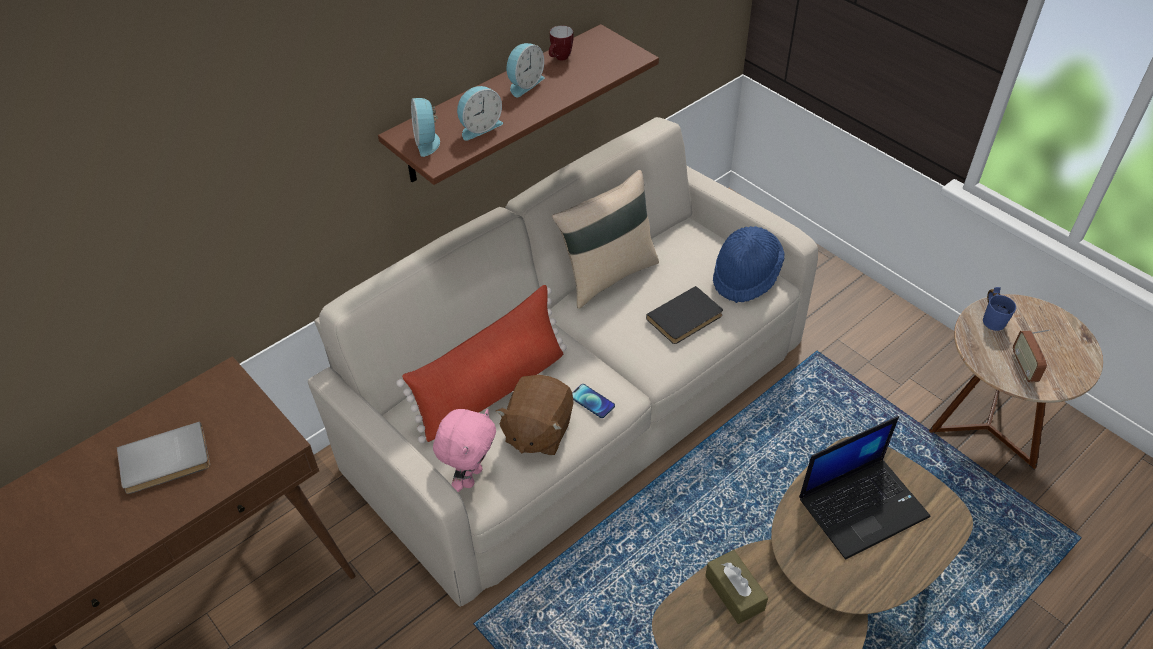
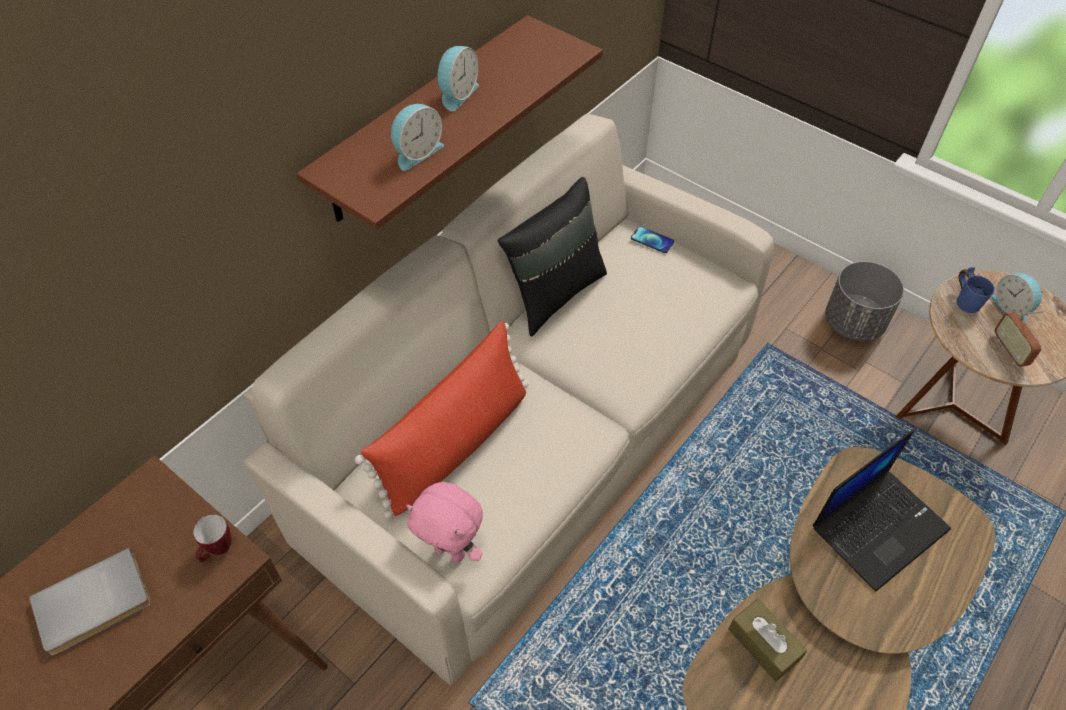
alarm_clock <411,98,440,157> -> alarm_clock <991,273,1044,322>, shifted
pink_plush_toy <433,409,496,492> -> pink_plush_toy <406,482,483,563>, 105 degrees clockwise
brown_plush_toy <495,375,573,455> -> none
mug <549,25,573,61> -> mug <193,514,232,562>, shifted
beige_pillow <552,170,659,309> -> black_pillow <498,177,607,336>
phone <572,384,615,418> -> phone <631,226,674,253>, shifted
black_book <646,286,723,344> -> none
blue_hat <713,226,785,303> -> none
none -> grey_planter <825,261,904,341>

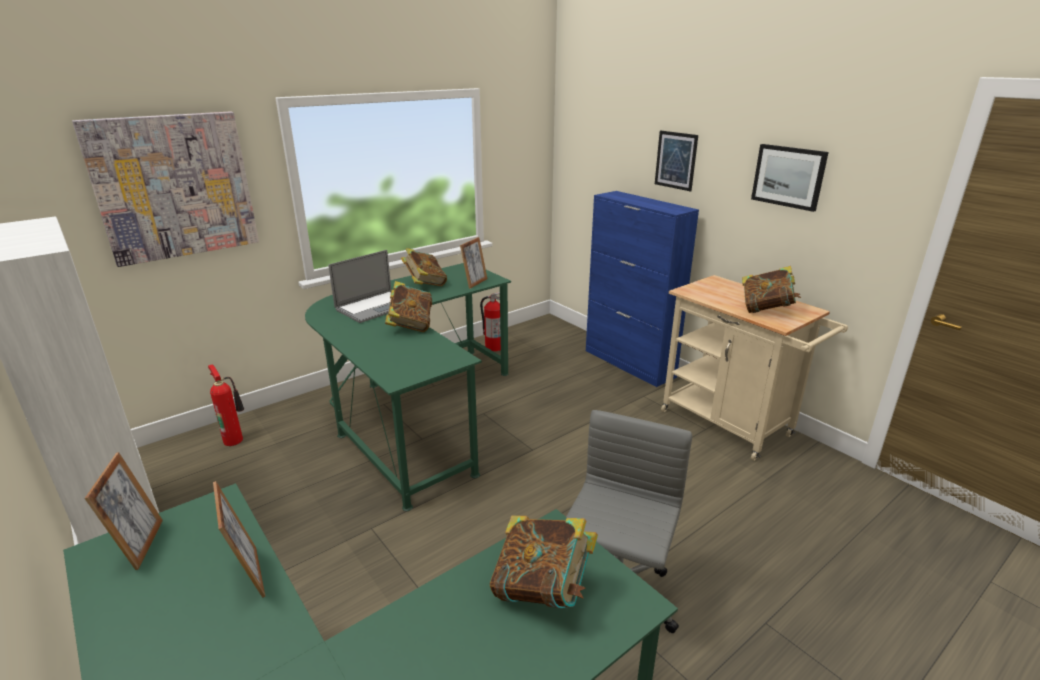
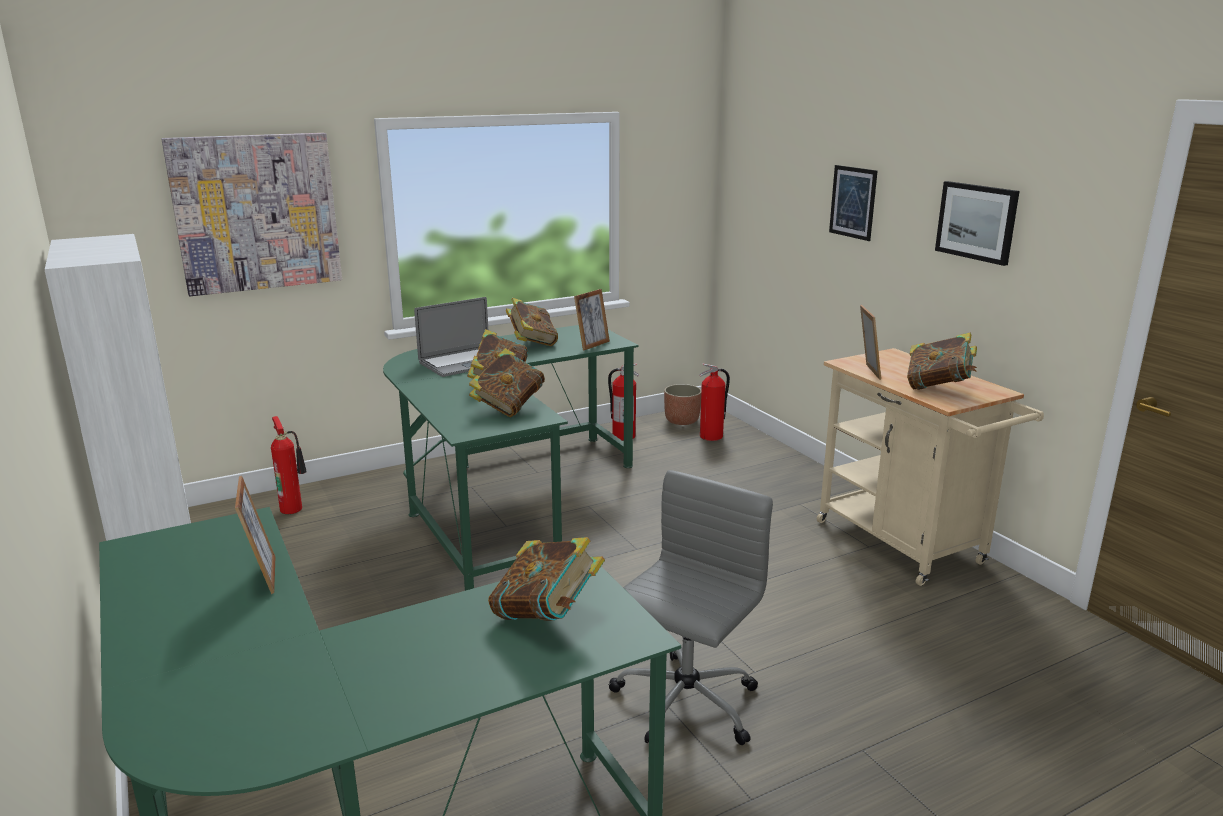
picture_frame <85,452,163,570> -> picture_frame <860,305,881,380>, shifted
blue_cabinet <586,191,699,387> -> none
none -> book <469,348,545,417>
none -> planter <664,384,701,425>
none -> fire_extinguisher <700,363,730,441>

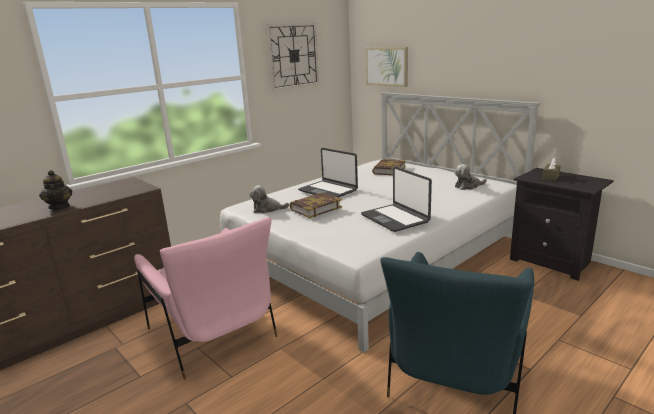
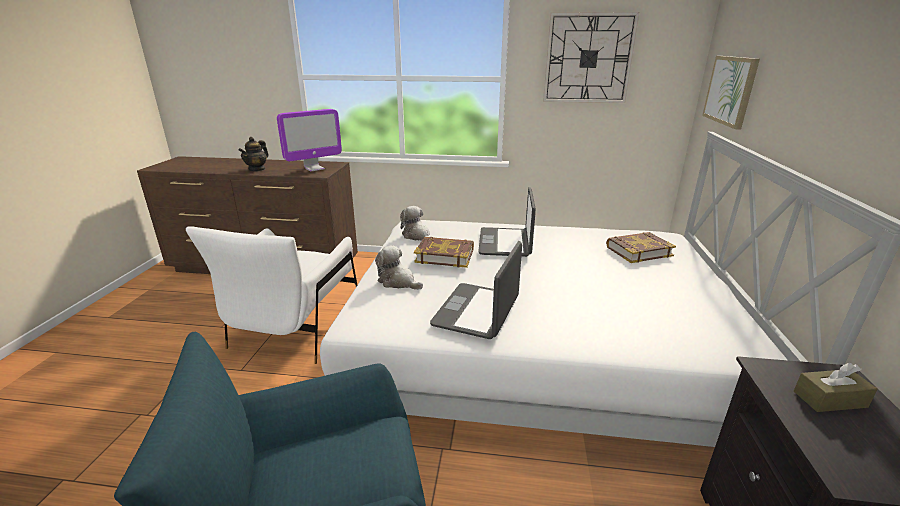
pink_armchair <134,217,277,380> -> white_armchair <186,226,357,364>
plush_toy <455,164,487,190> -> plush_toy <375,246,423,290>, shifted
none -> monitor <277,109,342,171>

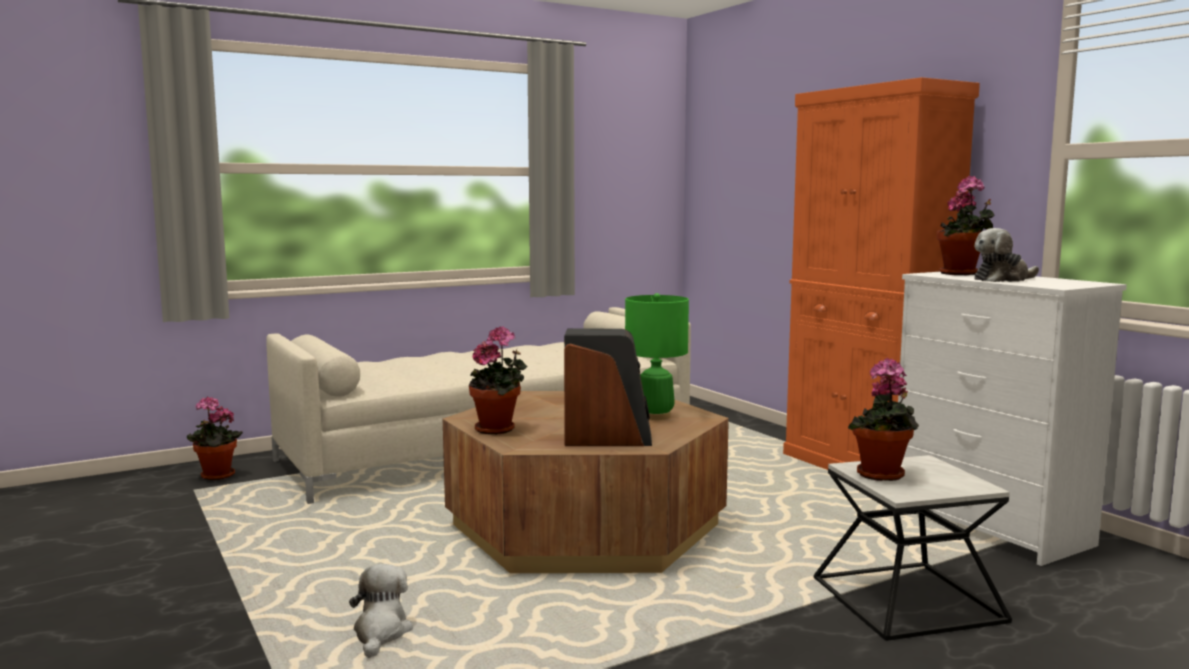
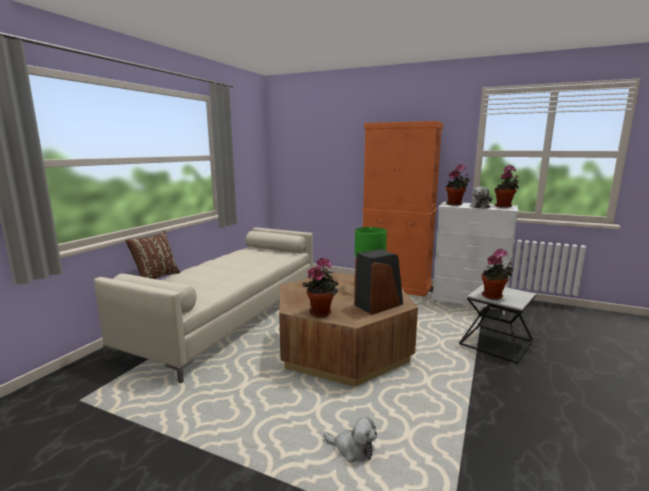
potted_plant <187,396,243,480> -> potted_plant <494,165,519,208>, shifted
plush_toy <349,564,413,658> -> plush_toy <324,417,377,463>, 150 degrees clockwise
none -> brown_pillow <125,231,180,279>

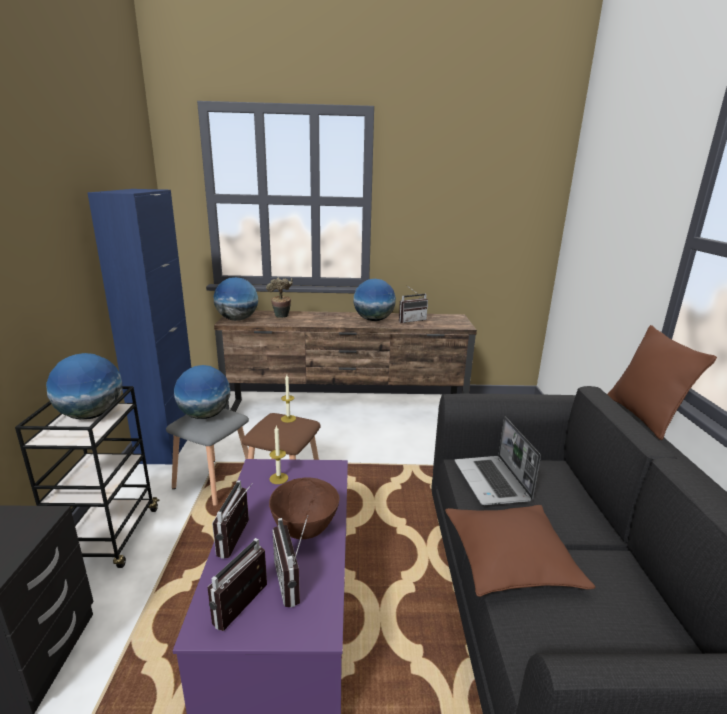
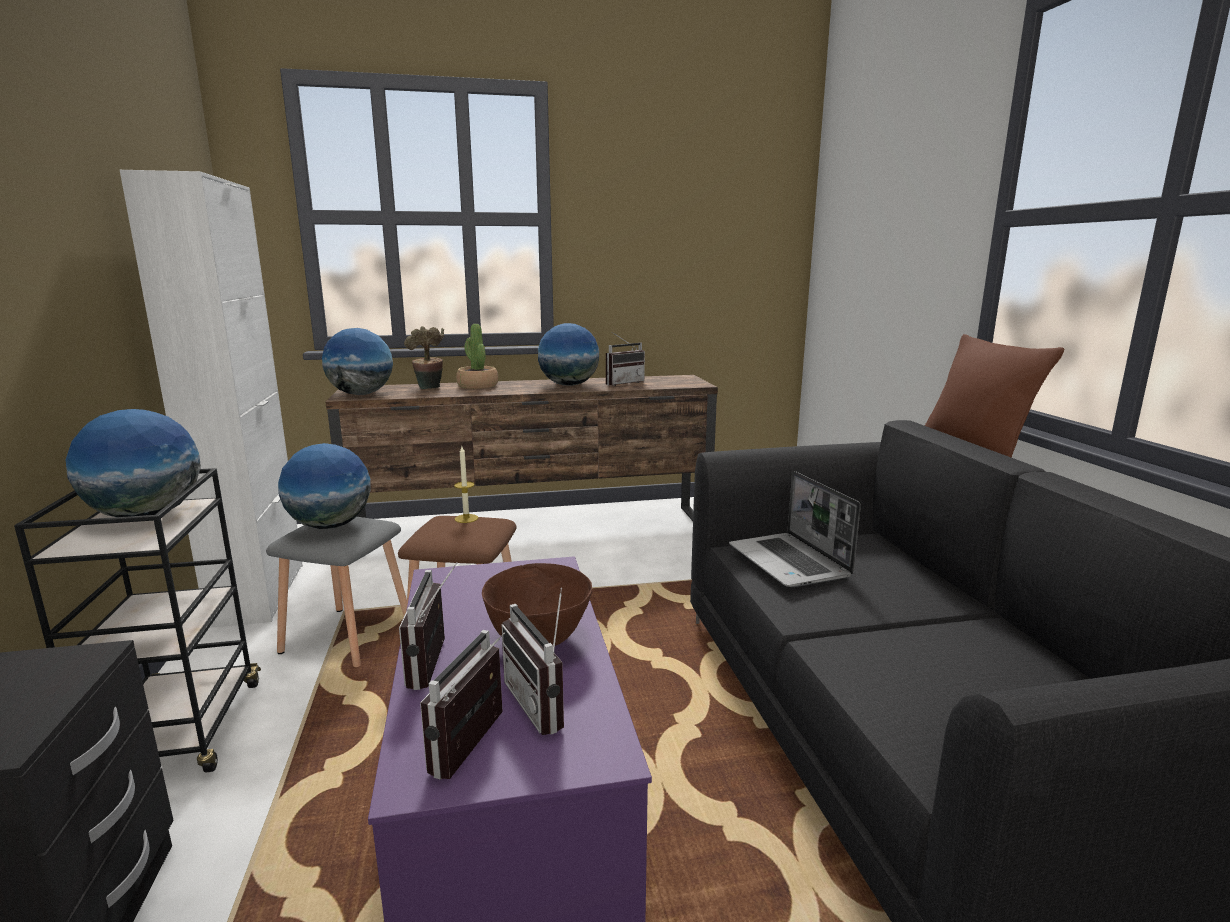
blue_cabinet <87,189,191,464> -> white_cabinet <120,170,303,628>
candle <269,426,288,484> -> none
brown_pillow <445,505,596,597> -> none
none -> potted_plant <456,324,498,389>

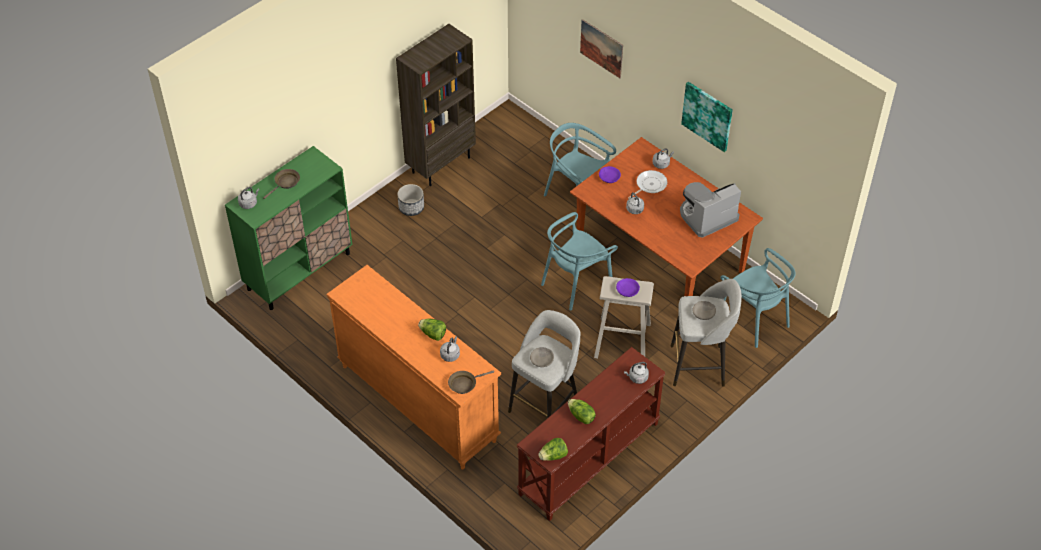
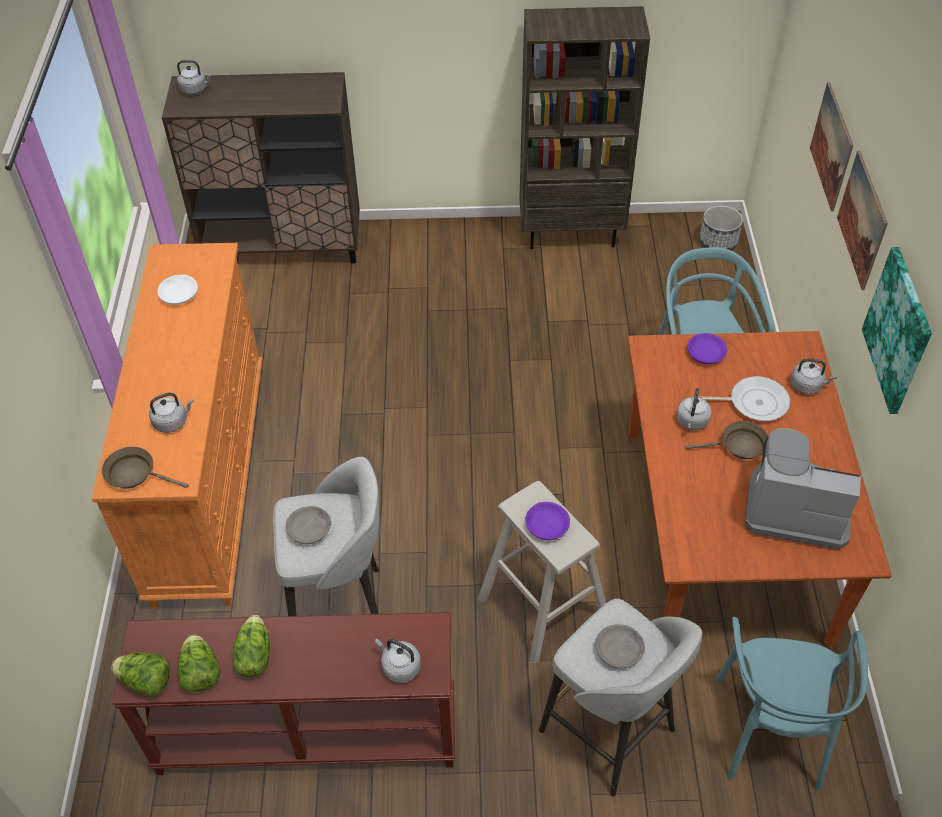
green_cabinet <225,146,352,310> -> brown_cabinet <162,72,360,264>
brown_frying_pan <263,169,300,199> -> brown_frying_pan <685,421,768,459>, shifted
planter <397,184,424,216> -> planter <699,205,743,250>, shifted
lettuce <418,319,446,341> -> lettuce <177,635,220,692>, shifted
turquoise_chair <541,212,618,310> -> none
none -> white_bowl <157,274,198,305>
none -> picture <837,151,888,290>

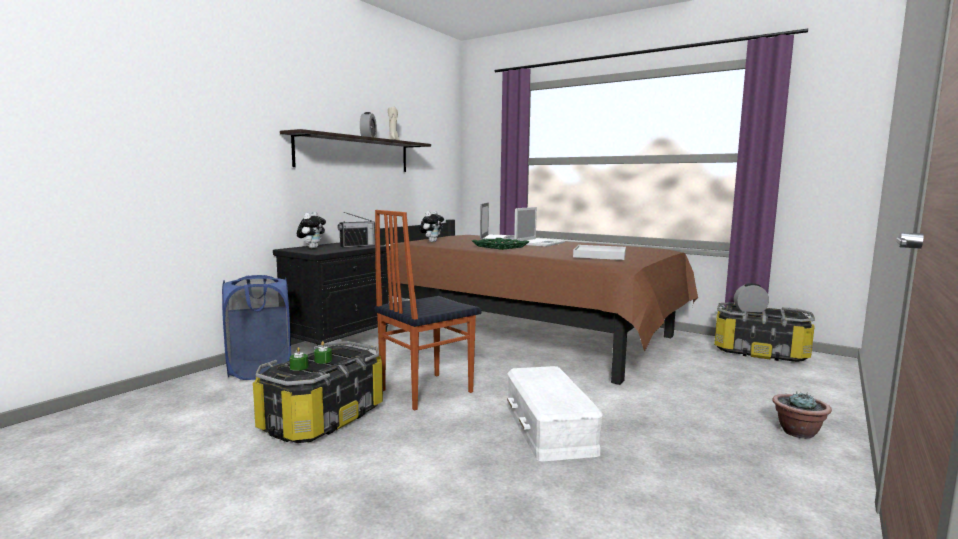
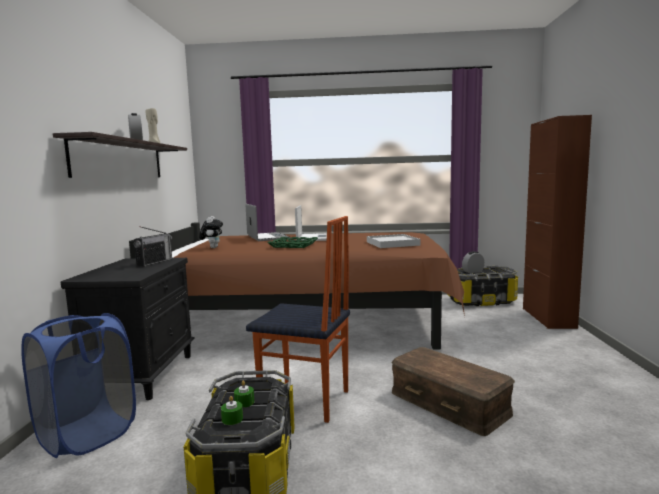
plush_toy <297,212,326,249> -> none
chair <375,210,481,411> -> chair <246,216,350,423>, 90 degrees counterclockwise
white_storage_box <507,366,603,462> -> brown_storage_box <391,347,515,436>
potted_plant <772,391,832,439> -> none
none -> brown_cabinet <523,115,592,329>

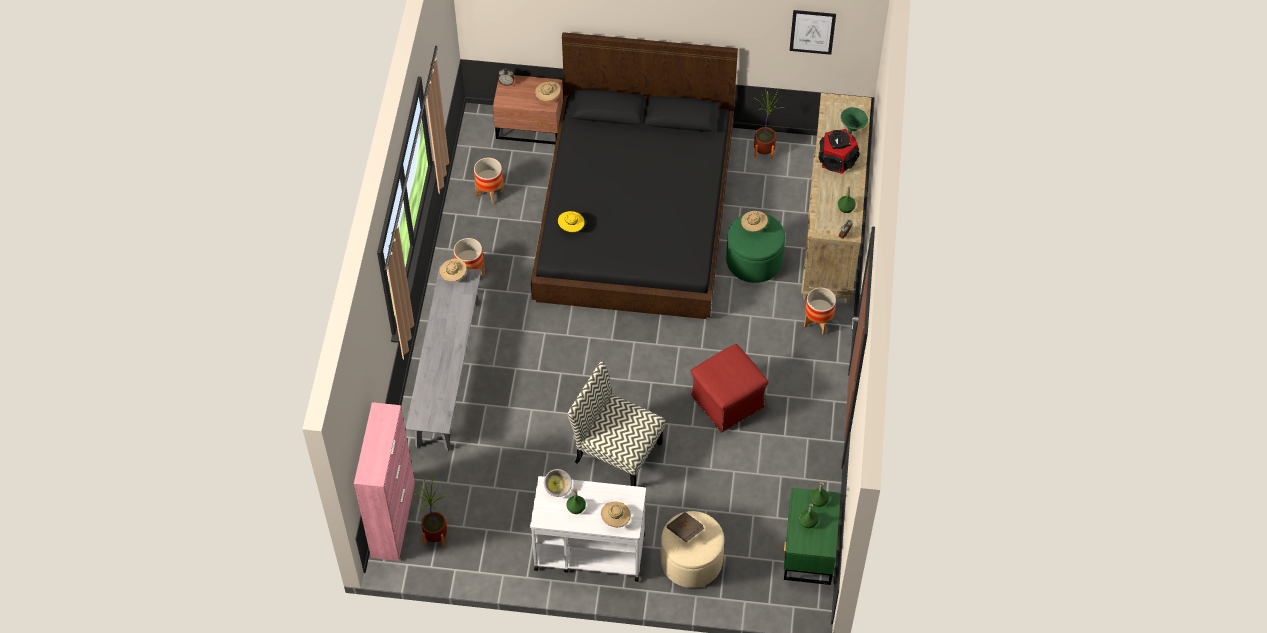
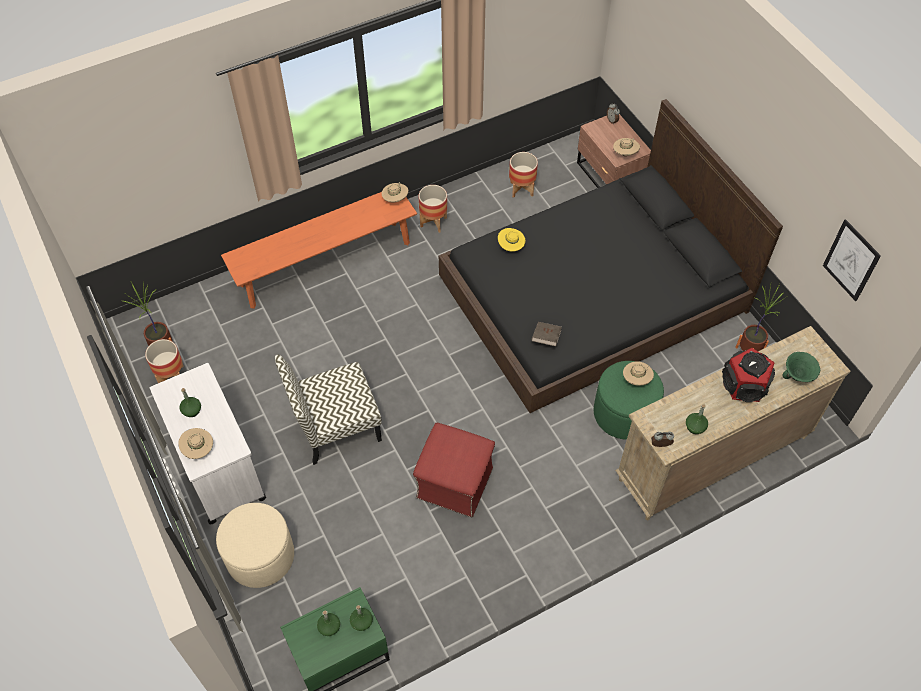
pink_cabinet <354,402,415,561> -> none
grey_bench <405,266,482,451> -> orange_bench <221,192,417,309>
bowl <544,469,572,497> -> none
chair <567,362,665,486> -> chair <275,354,382,465>, 105 degrees counterclockwise
brown_book <667,512,704,542> -> brown_book <532,322,562,346>, shifted
planter <804,287,836,335> -> planter <145,339,184,383>, shifted

